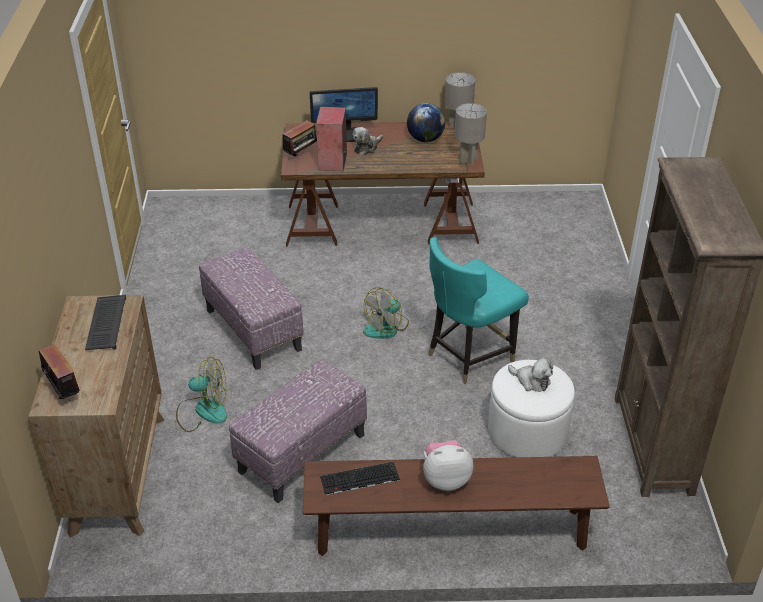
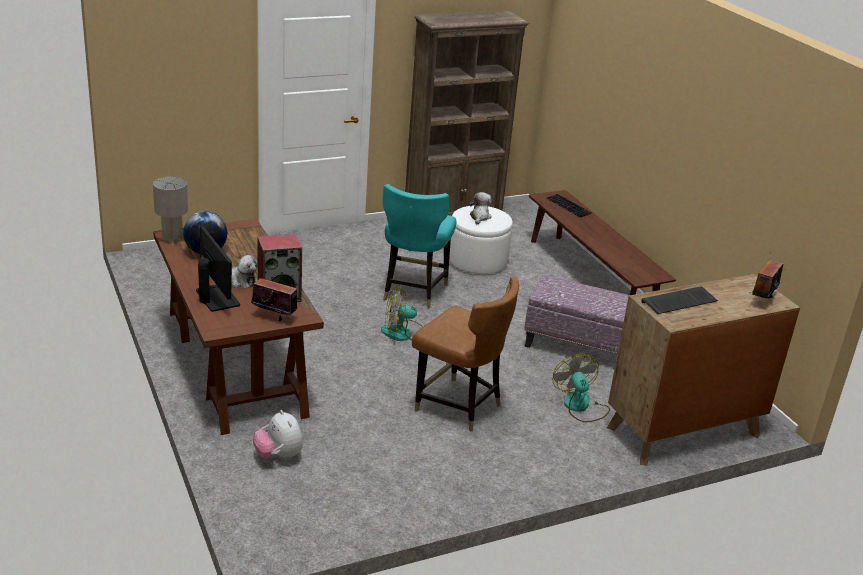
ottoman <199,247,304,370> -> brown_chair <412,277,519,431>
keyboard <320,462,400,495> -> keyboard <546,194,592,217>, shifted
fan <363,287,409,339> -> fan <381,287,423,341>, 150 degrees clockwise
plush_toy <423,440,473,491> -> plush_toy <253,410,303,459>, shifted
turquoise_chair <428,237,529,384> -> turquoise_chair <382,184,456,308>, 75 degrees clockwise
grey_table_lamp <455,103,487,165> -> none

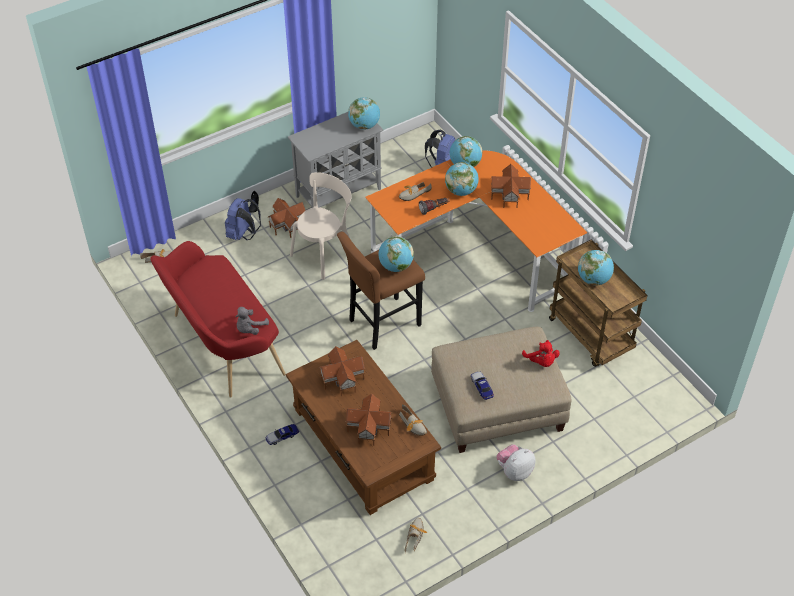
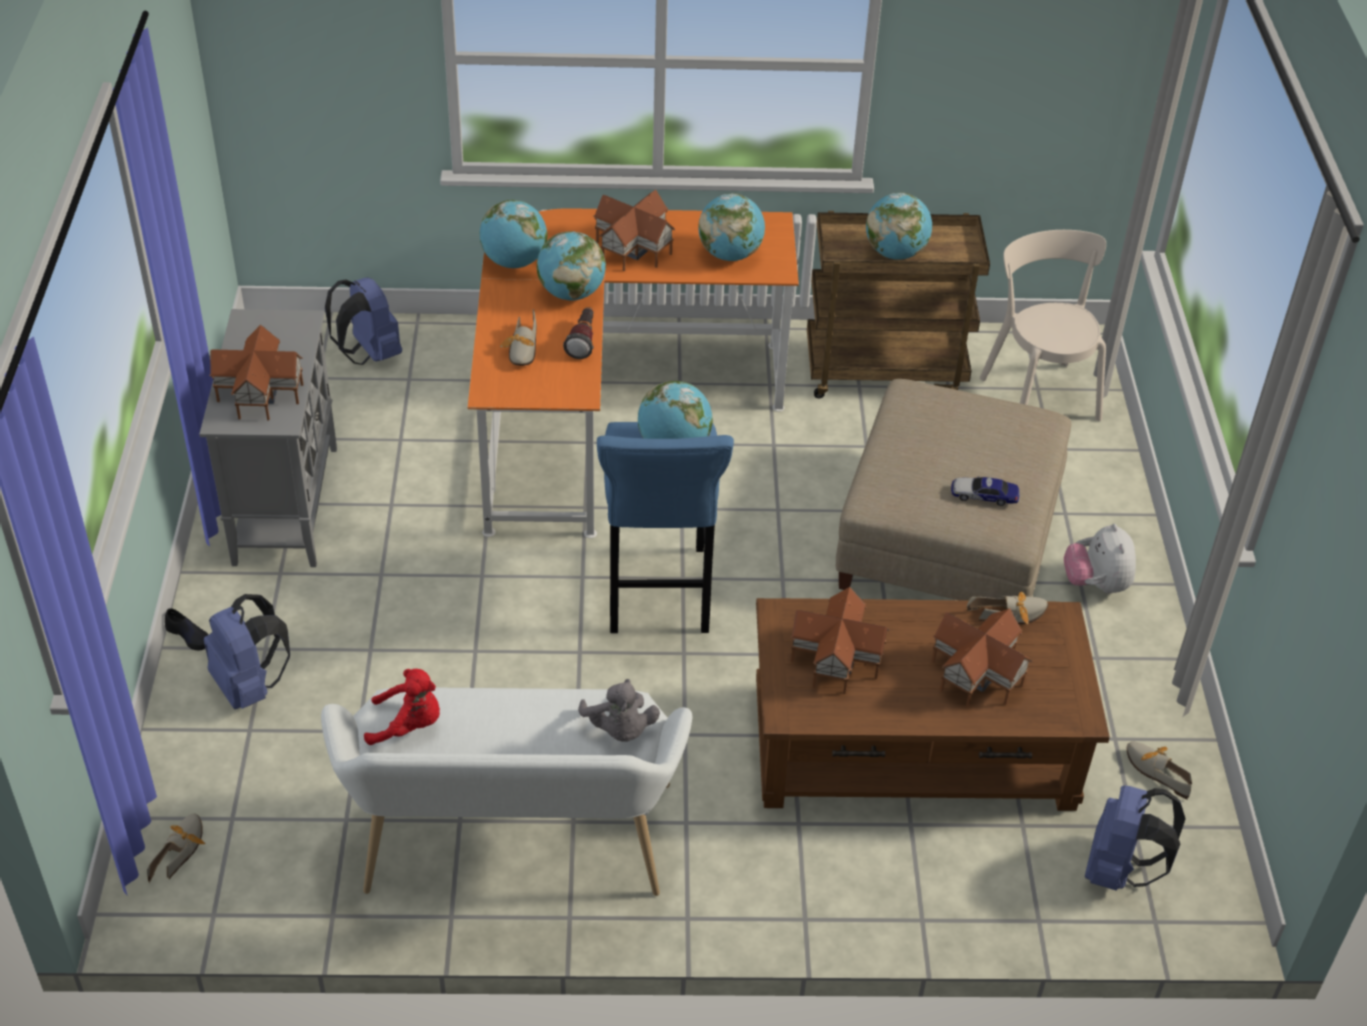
red_bench <151,241,286,398> -> white_bench <321,688,692,896>
toy_car <265,424,299,445> -> none
toy_house <268,198,306,238> -> toy_house <210,325,303,420>, shifted
beige_chair <290,172,352,280> -> beige_chair <980,230,1106,421>, shifted
brown_stool <337,232,425,350> -> blue_stool <597,422,734,633>
globe <348,97,380,130> -> globe <698,193,765,261>, shifted
red_plush_toy <522,340,560,367> -> red_plush_toy <364,669,440,745>, shifted
none -> blue_backpack <1085,785,1186,891>

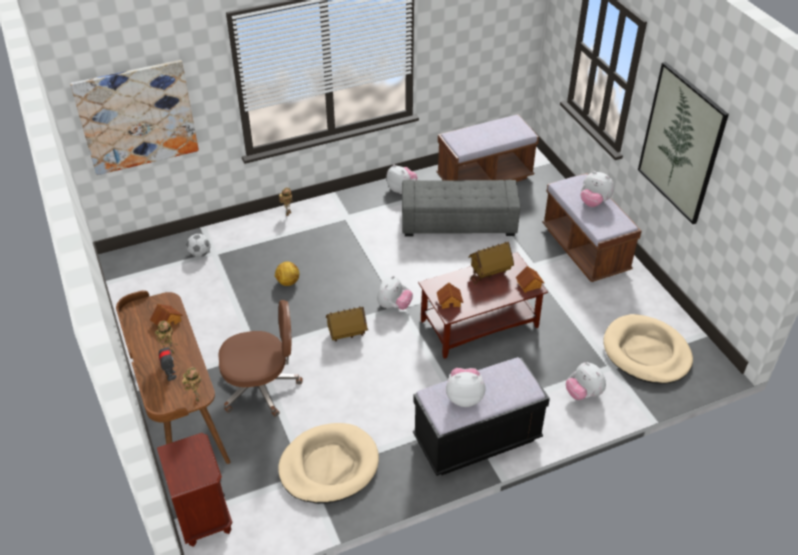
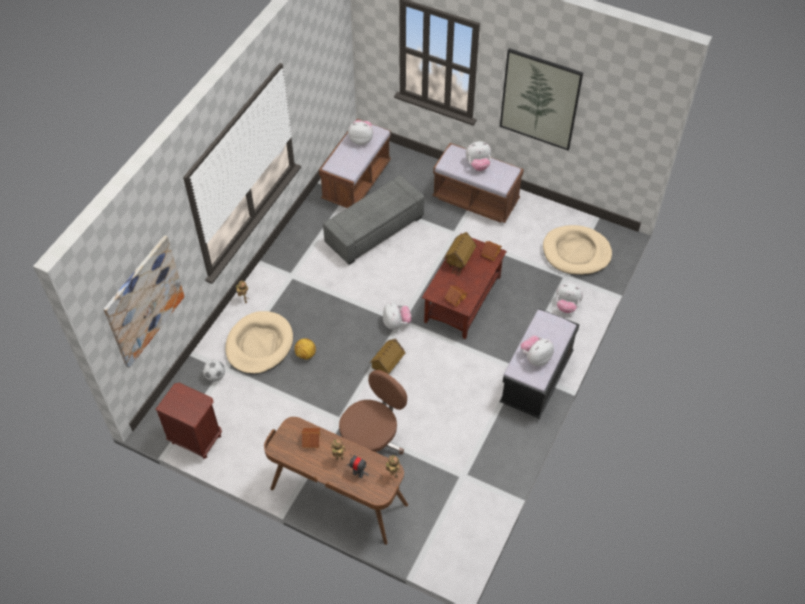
brown_nightstand <157,433,232,547> -> brown_nightstand <155,383,222,459>, shifted
beige_dog_bed <278,423,379,504> -> beige_dog_bed <225,311,293,374>, shifted
plush_toy <386,164,418,194> -> plush_toy <348,120,373,145>, shifted

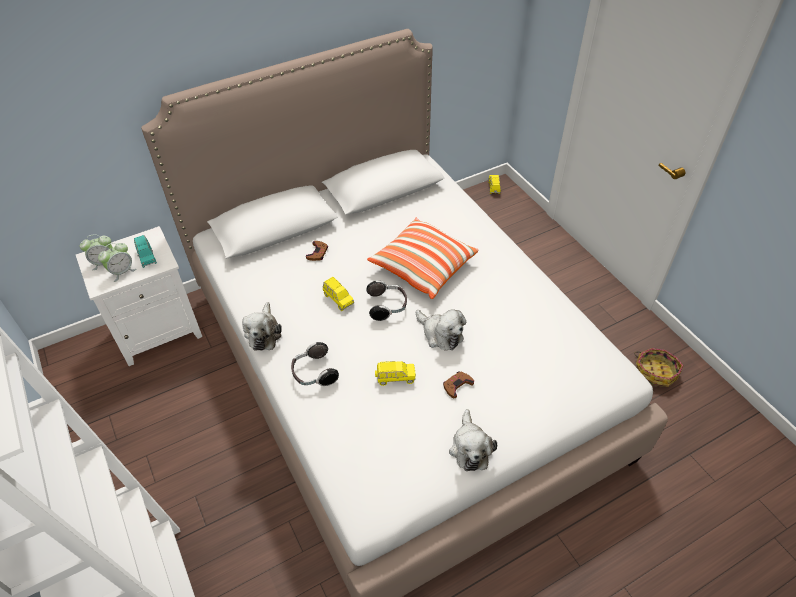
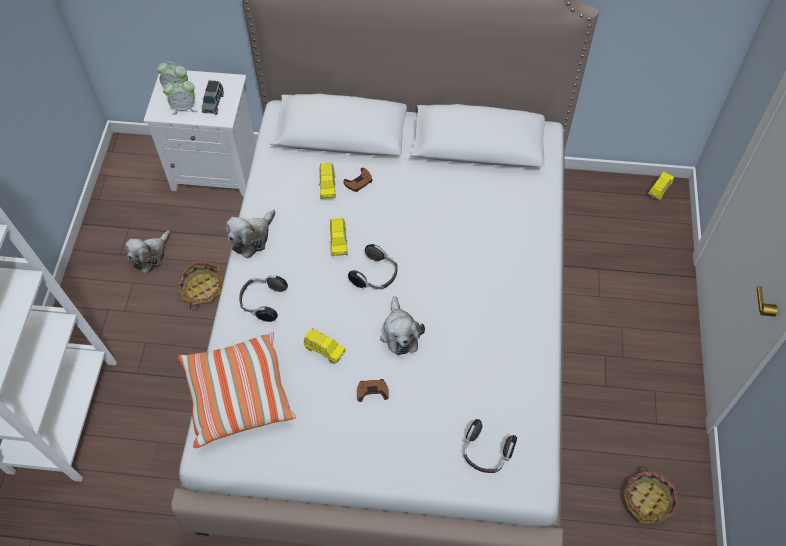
turquoise_toy_car <134,235,157,268> -> grey_toy_car <202,80,224,115>
pillow <367,218,478,299> -> pillow <178,332,296,448>, shifted
plush_toy <449,409,497,471> -> plush_toy <125,230,171,274>, shifted
none -> basket <177,261,224,311>
none -> yellow_toy_car <319,163,336,199>
none -> headphones <464,419,517,473>

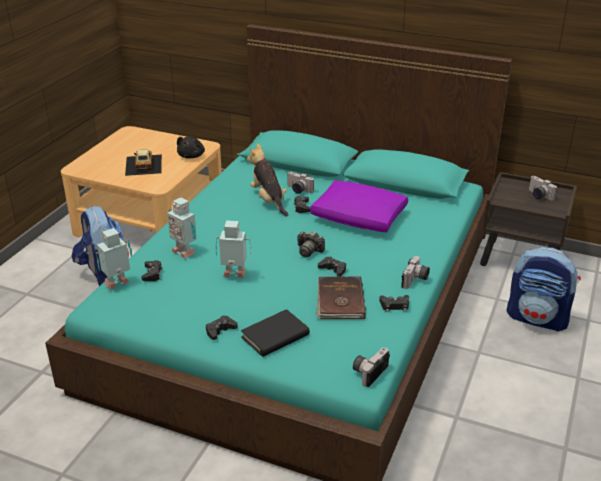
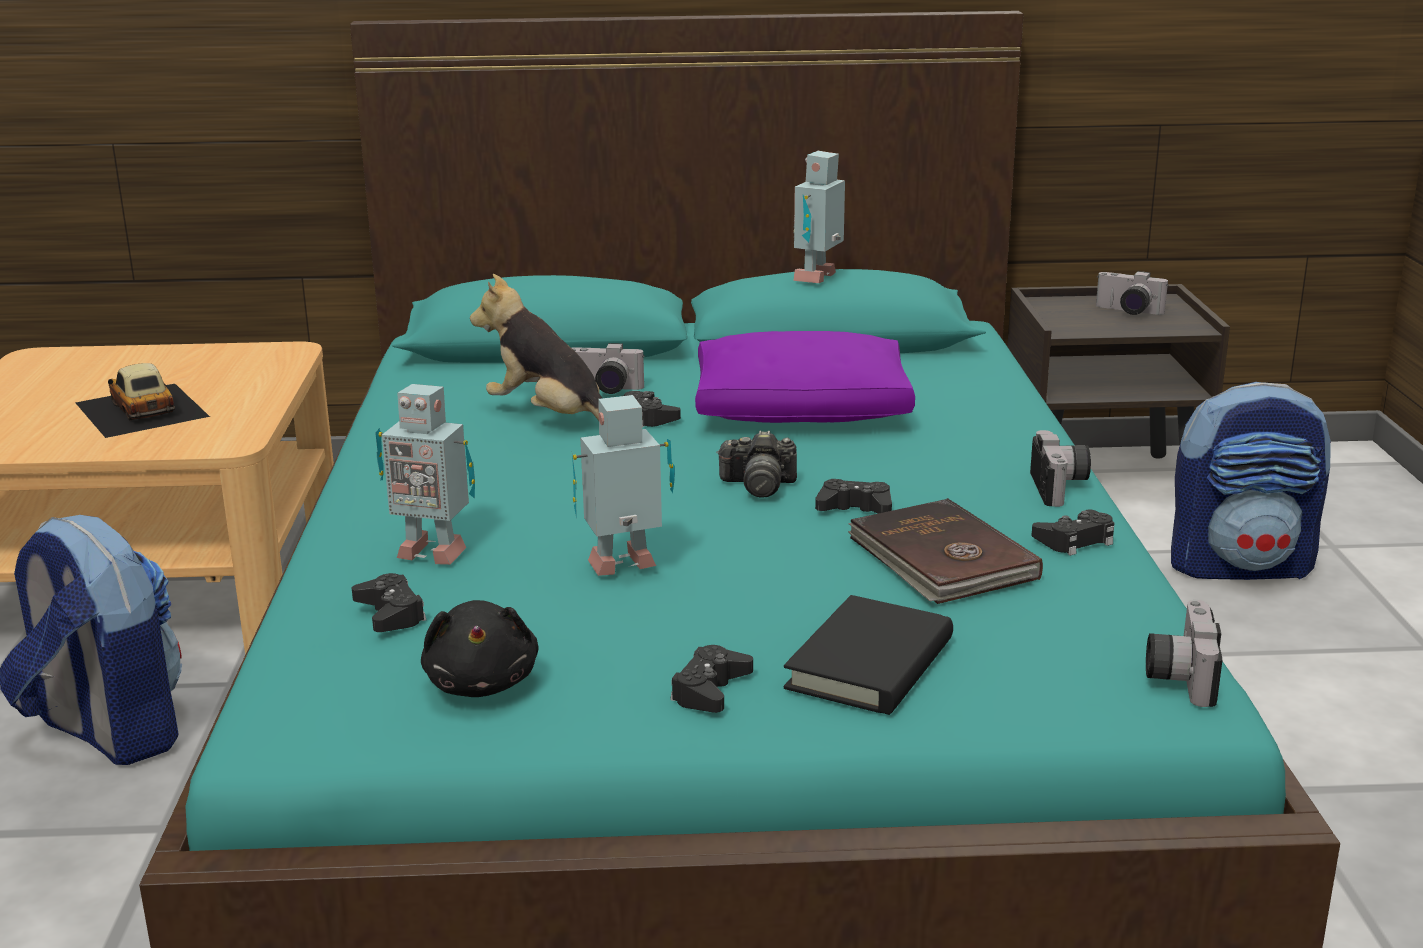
toy_robot <96,228,132,289> -> toy_robot <793,151,845,283>, shifted
black_plush_toy <177,136,205,159> -> black_plush_toy <421,600,539,697>, shifted

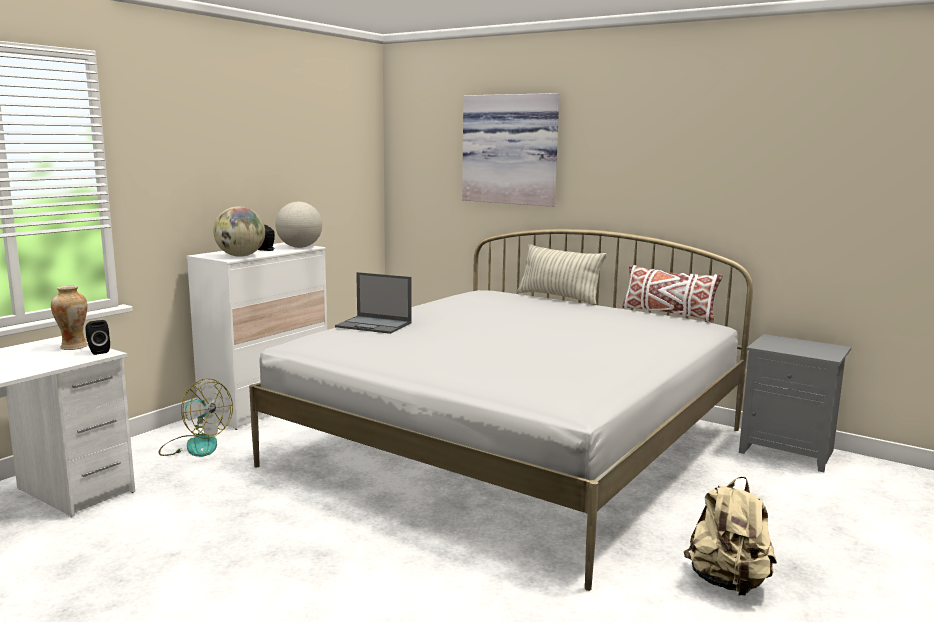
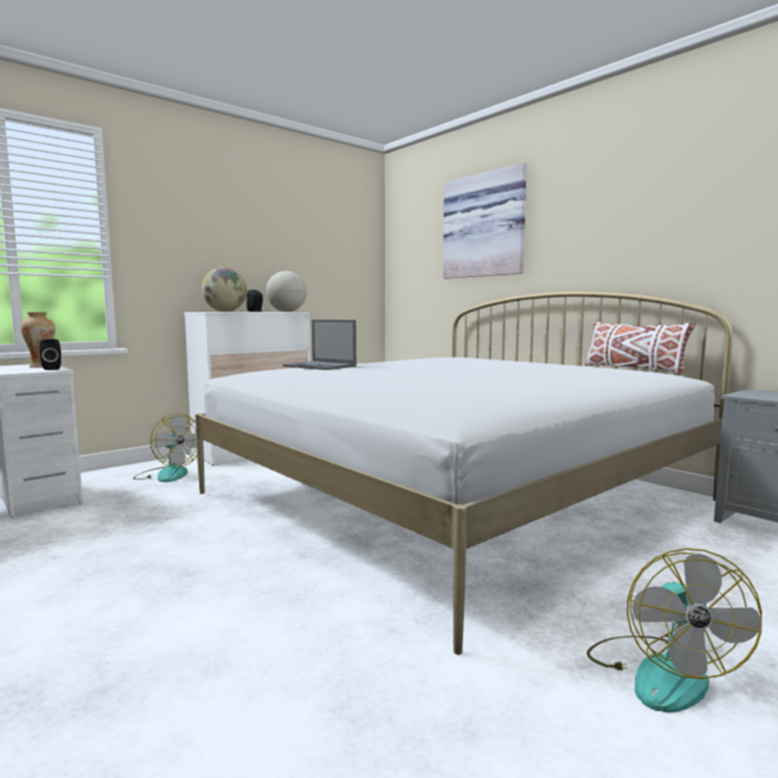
pillow <517,244,607,305> -> none
beige_backpack <684,476,777,596> -> fan <587,548,762,713>

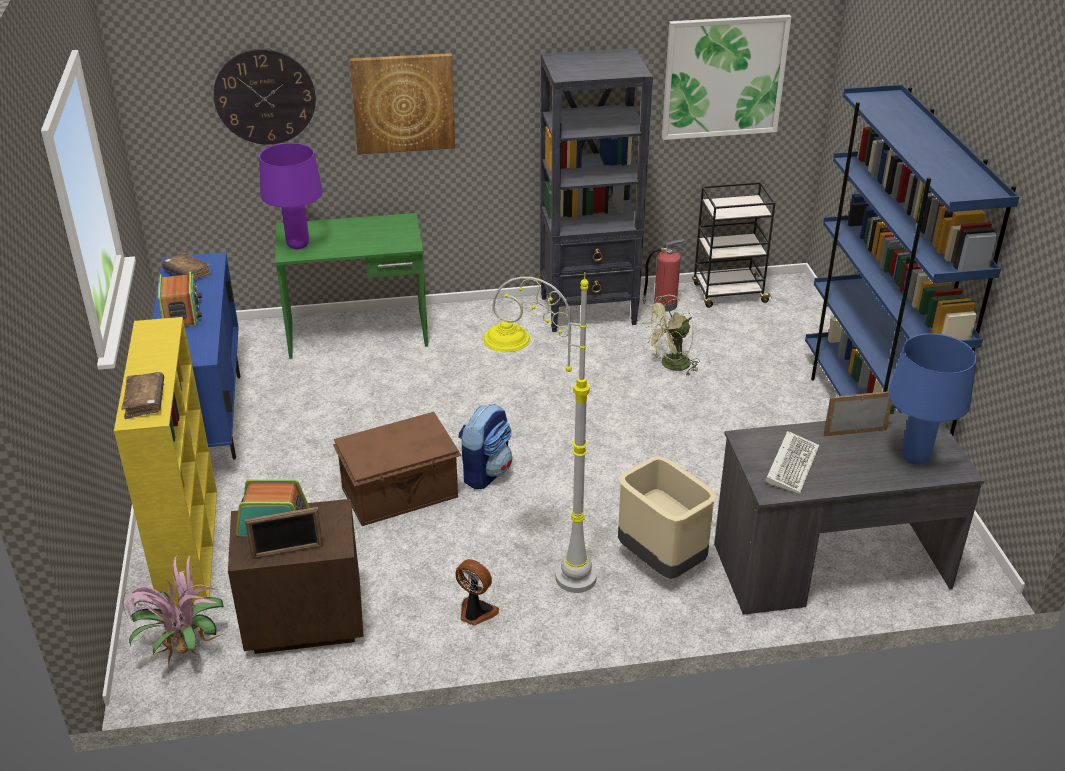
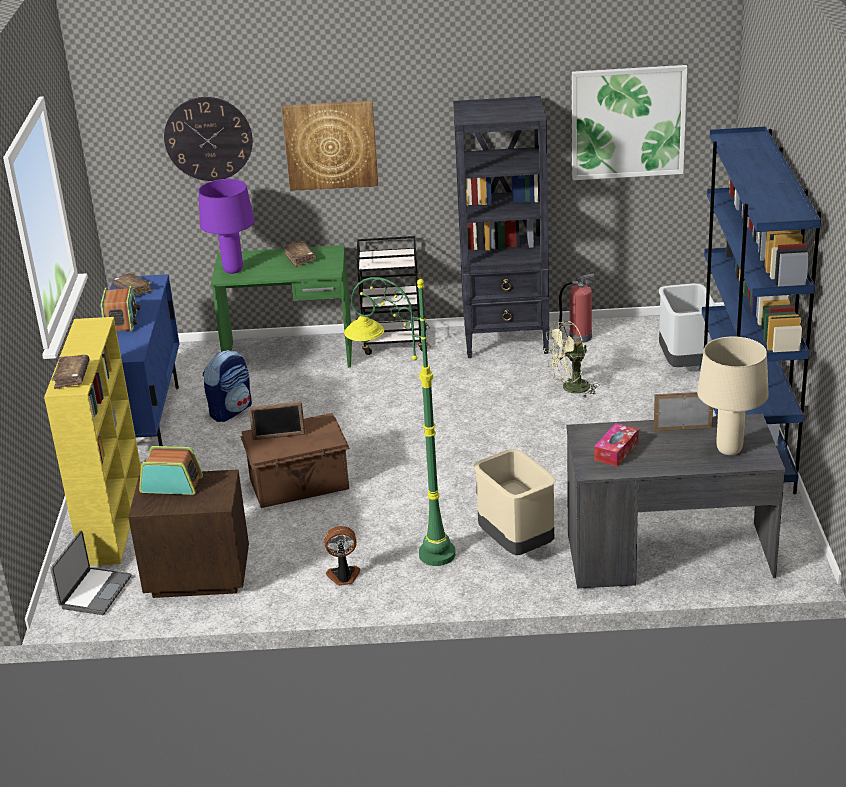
potted_plant <122,554,224,665> -> laptop <50,531,132,615>
picture_frame <245,507,323,559> -> picture_frame <249,401,305,440>, shifted
fan <455,559,499,626> -> fan <324,526,361,586>, 45 degrees counterclockwise
backpack <459,404,512,489> -> backpack <203,350,252,422>, shifted
grey_floor_lamp <483,272,597,593> -> green_floor_lamp <344,273,455,566>
black_cart <692,182,775,308> -> black_cart <356,236,431,355>, shifted
keyboard <766,431,819,494> -> tissue_box <594,423,639,467>
blue_table_lamp <888,333,977,465> -> beige_table_lamp <697,336,769,455>
none -> brown_book <282,241,316,267>
none -> grey_trash_can <659,283,716,367>

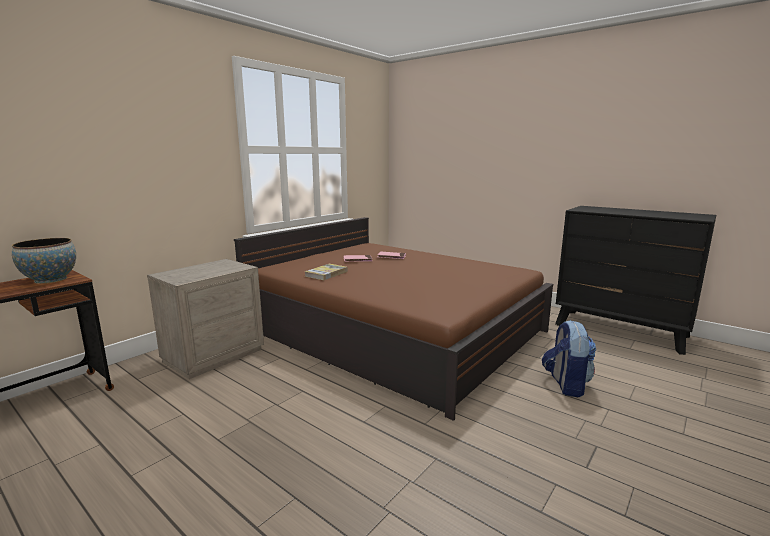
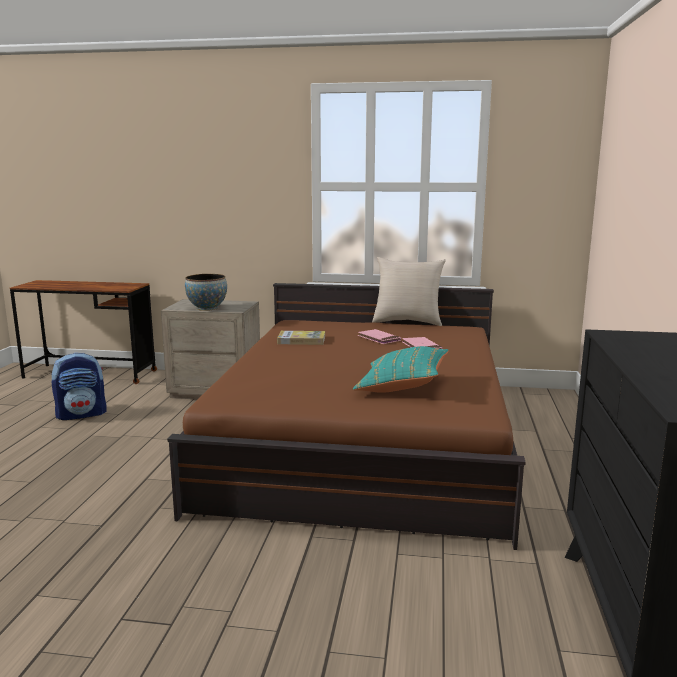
bowl <12,238,76,284> -> bowl <185,274,227,311>, shifted
backpack <542,320,596,397> -> backpack <51,352,106,420>, shifted
none -> turquoise_pillow <353,346,449,393>
none -> beige_pillow <372,257,446,326>

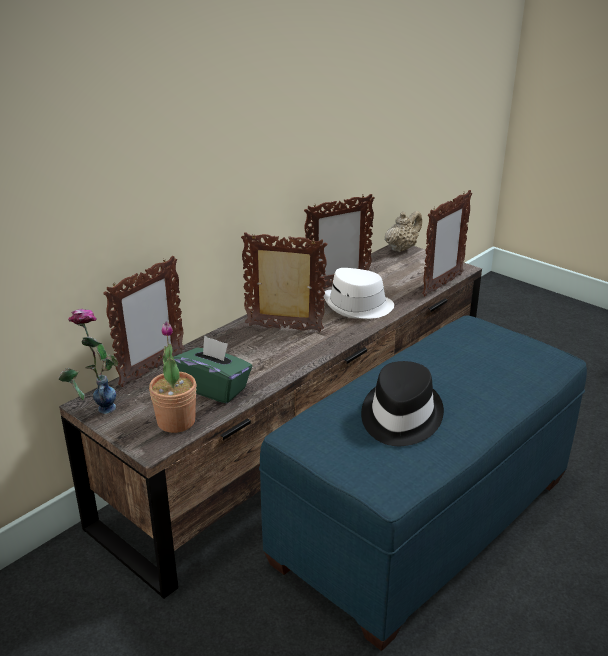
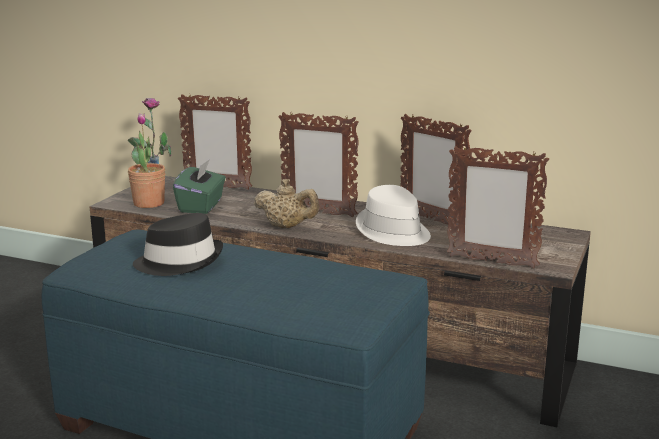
picture_frame <241,232,327,332> -> picture_frame <278,112,359,217>, 120 degrees clockwise
beige_teapot <385,211,422,252> -> beige_teapot <254,179,319,228>, shifted

